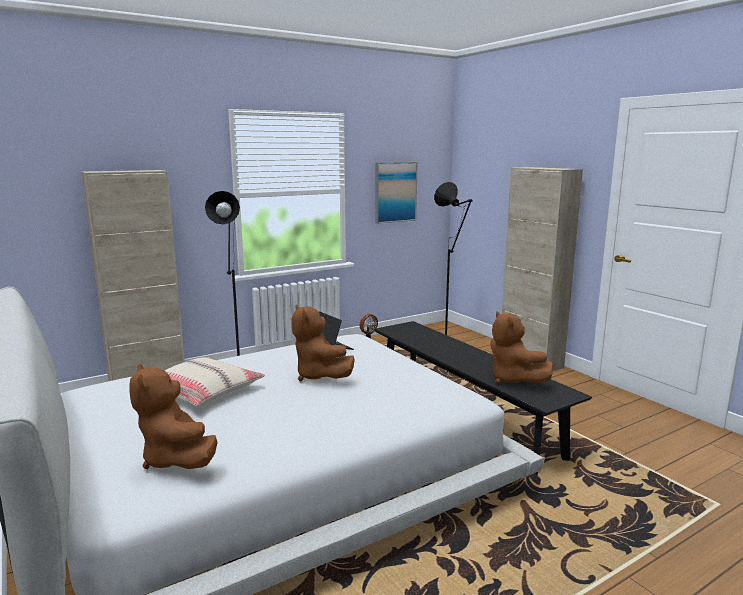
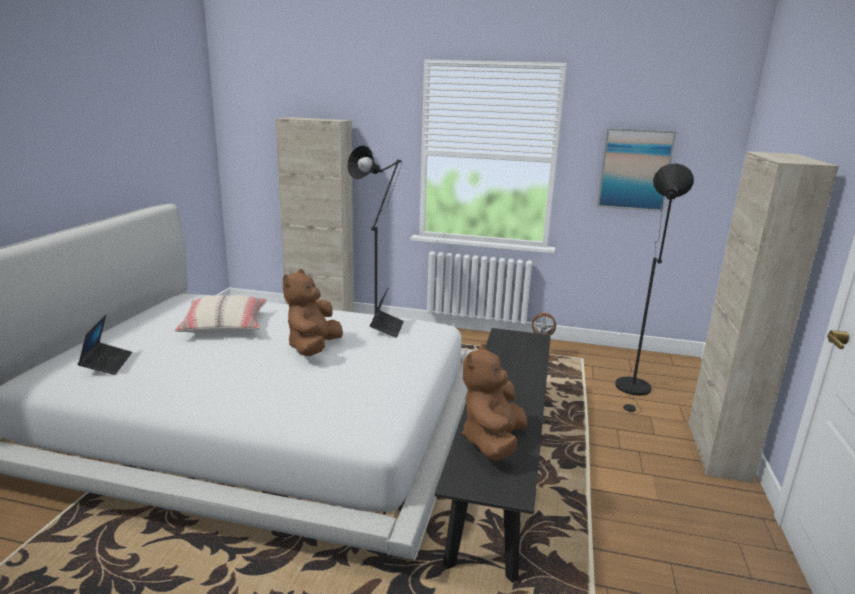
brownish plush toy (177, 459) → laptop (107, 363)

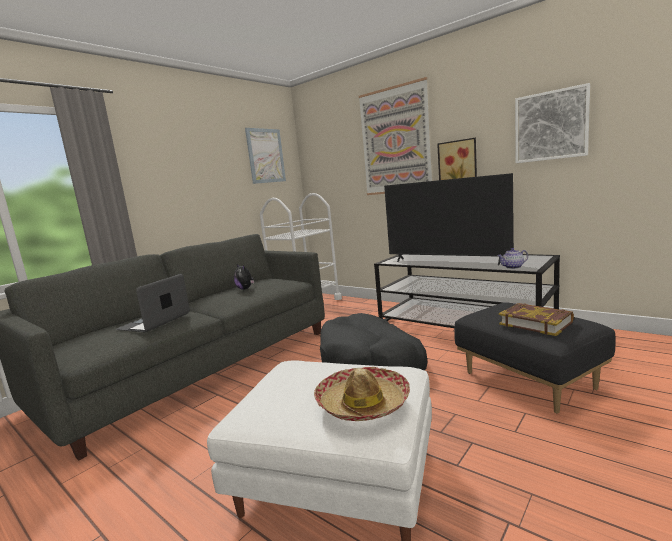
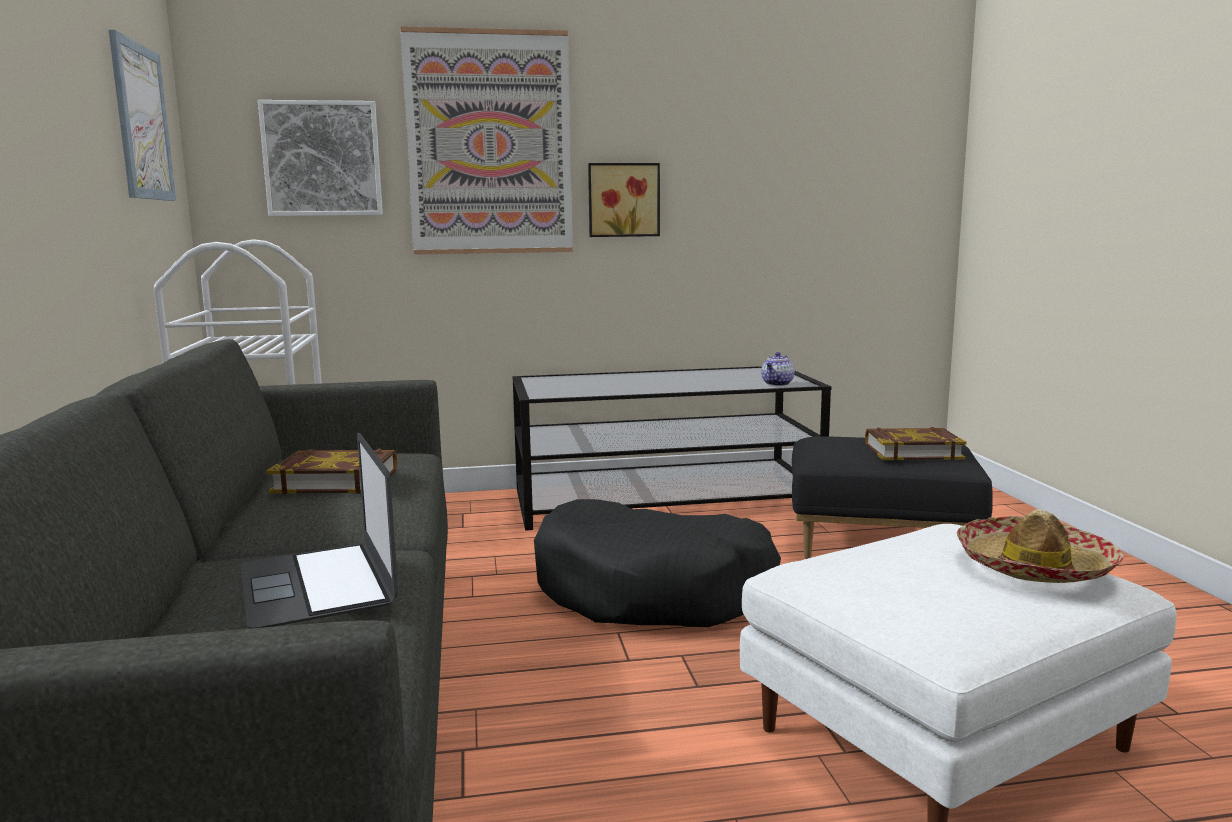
plush toy (245, 289) → bound book (336, 480)
television (446, 261) → -
picture (551, 126) → picture (322, 159), relocated

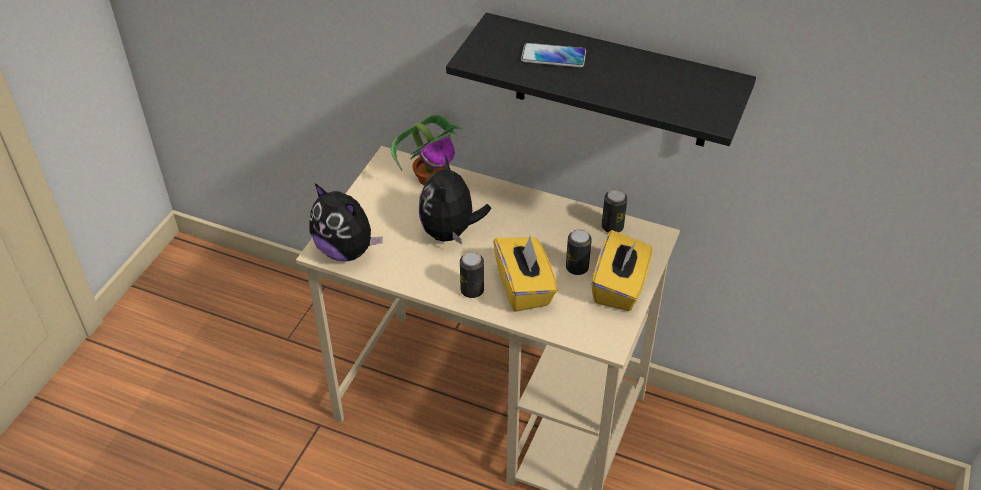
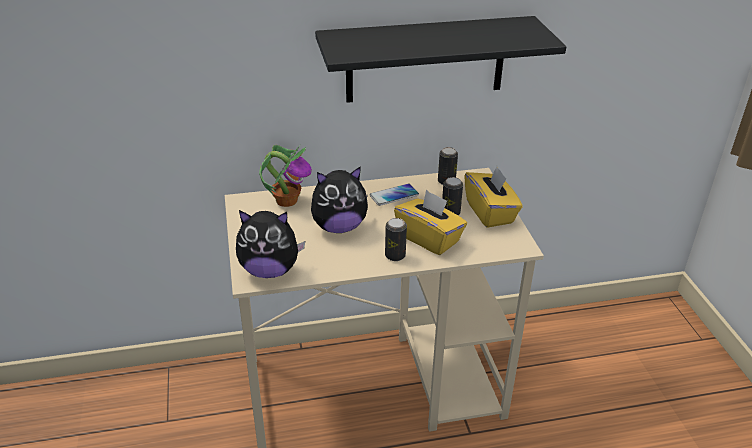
plush toy (450, 232) → plush toy (339, 227), 75 degrees counterclockwise
phone (553, 56) → phone (394, 195), relocated

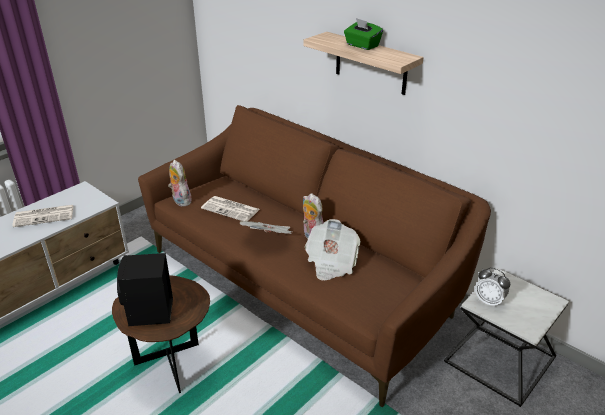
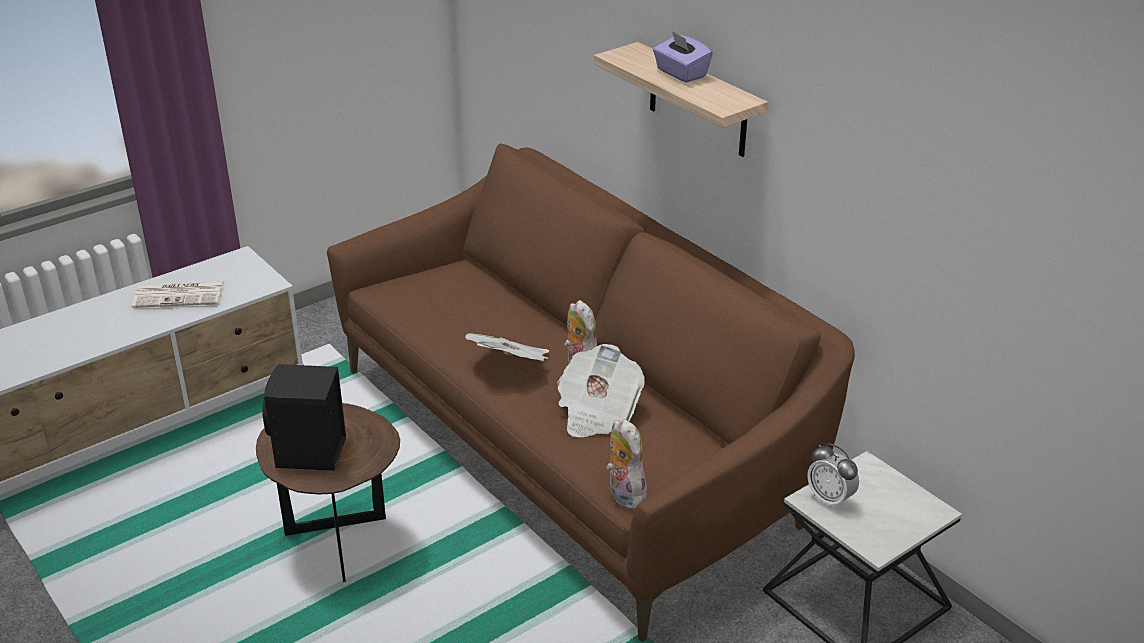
plush toy (180, 201) → plush toy (623, 494), relocated
printed paper (231, 209) → -
green tissue holder (362, 45) → purple tissue holder (680, 73)

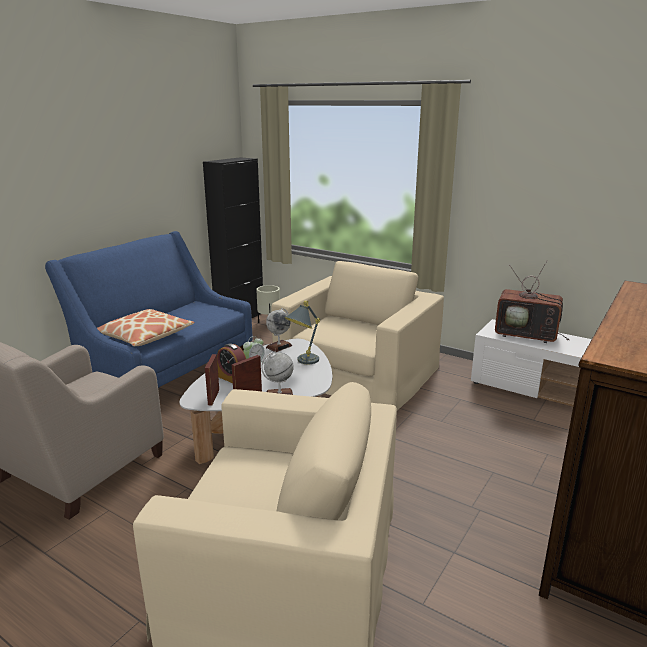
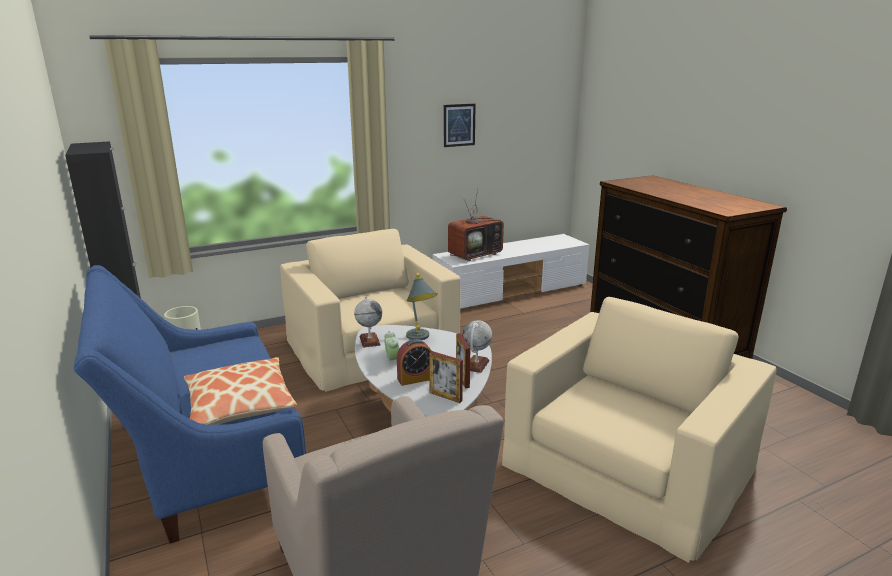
- → picture (459, 125)

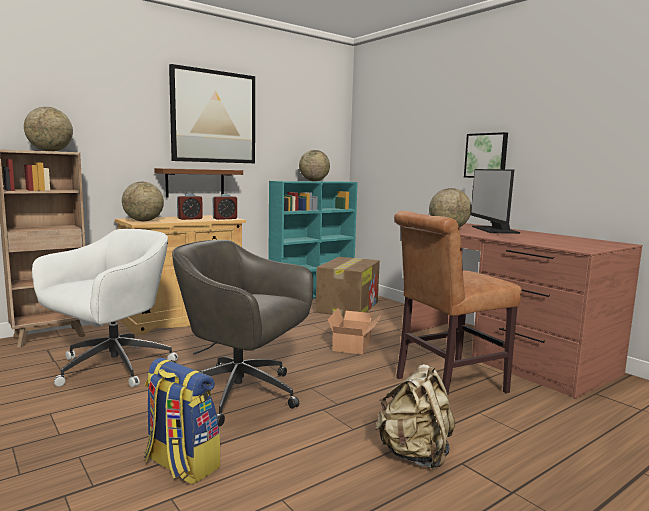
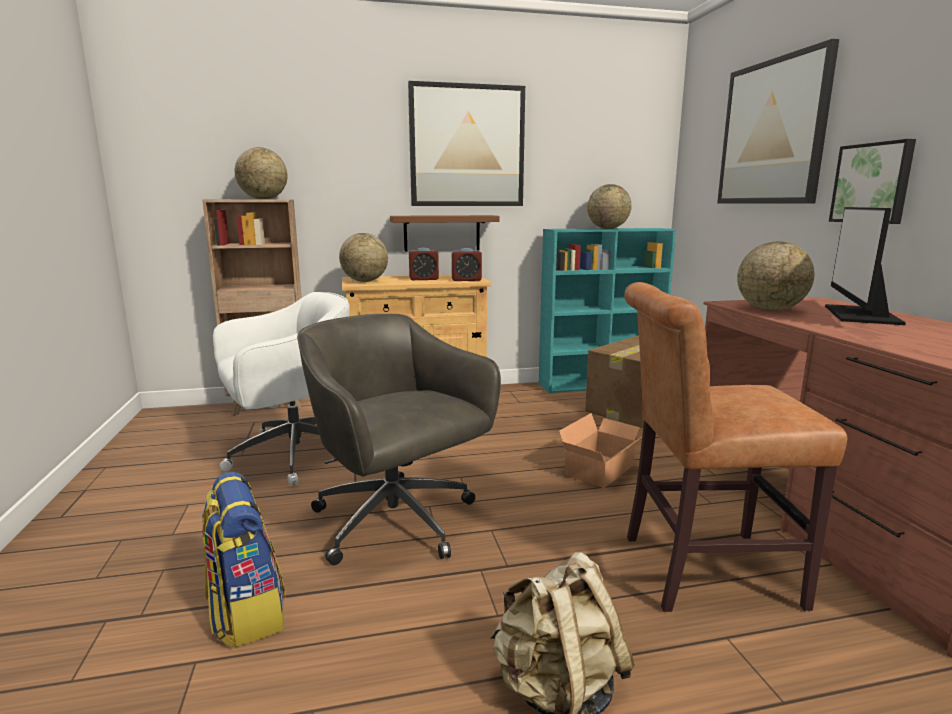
- → picture (772, 133)

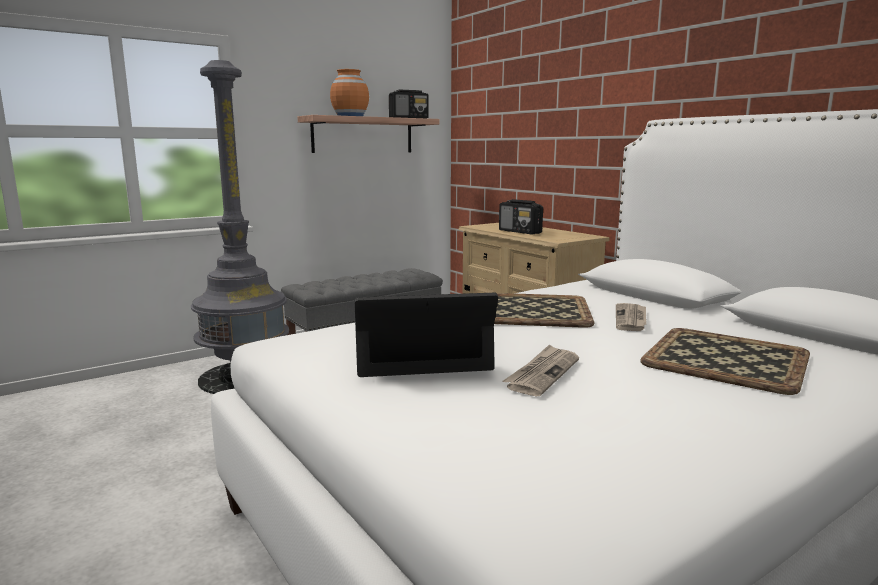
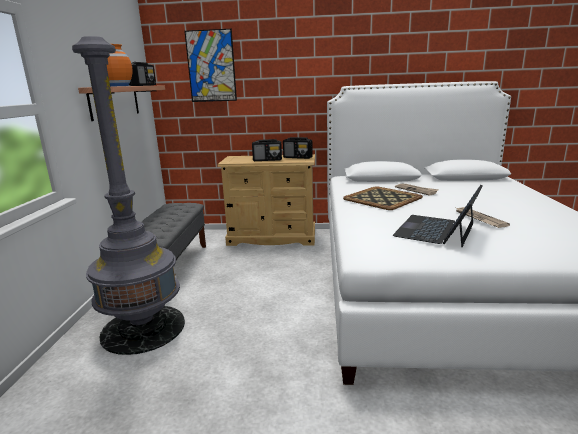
tray (727, 359) → -
- → picture (211, 66)
- → radio (298, 157)

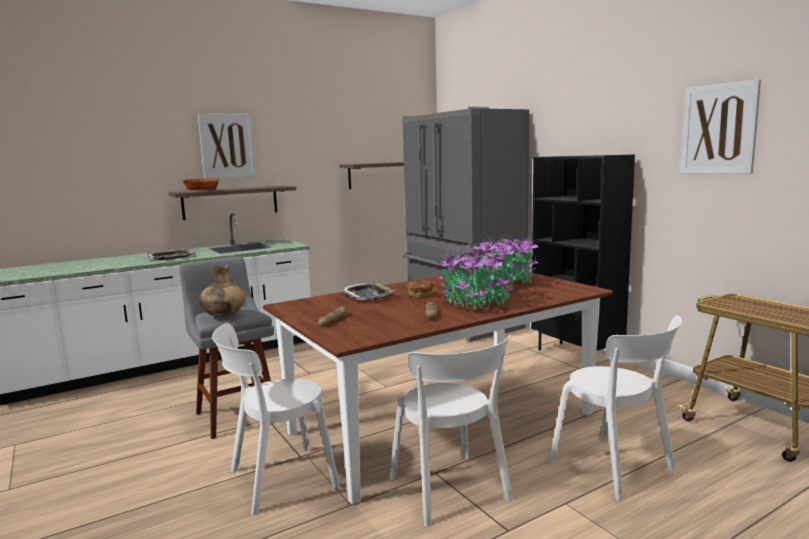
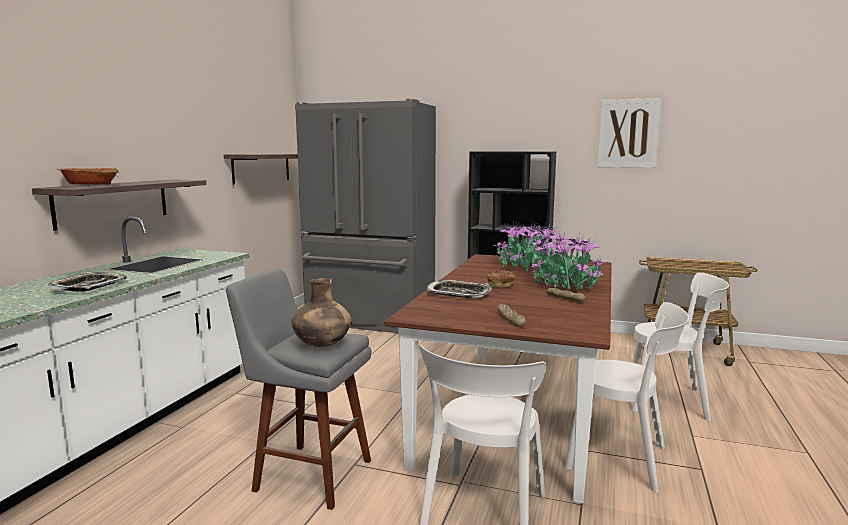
picture (227, 145) → -

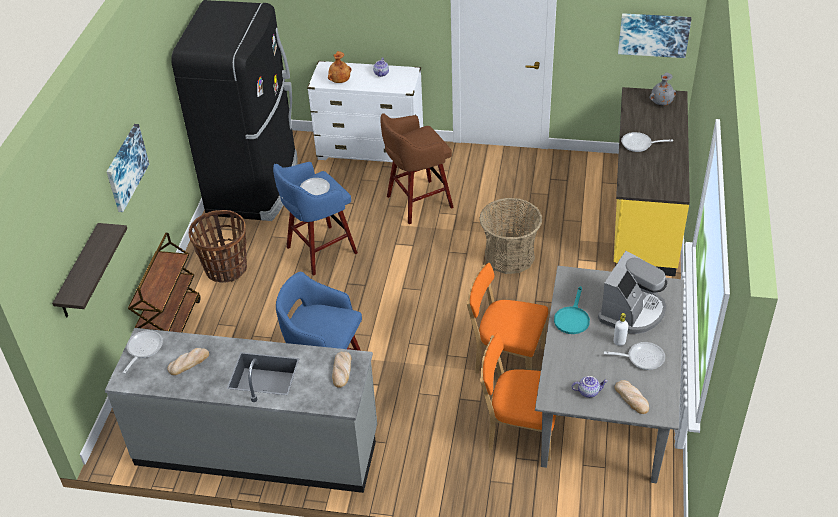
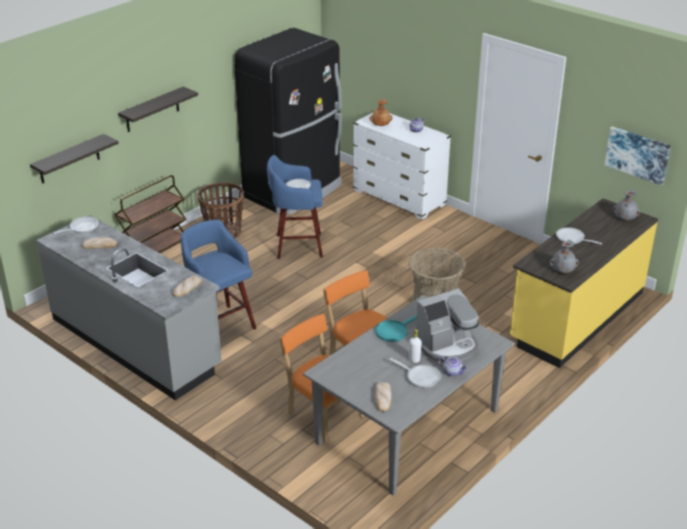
picture (126, 167) → wall shelf (152, 110)
brownish stool (417, 202) → -
tea pot (588, 391) → tea pot (452, 372), relocated
- → greyish flower vase (562, 271)

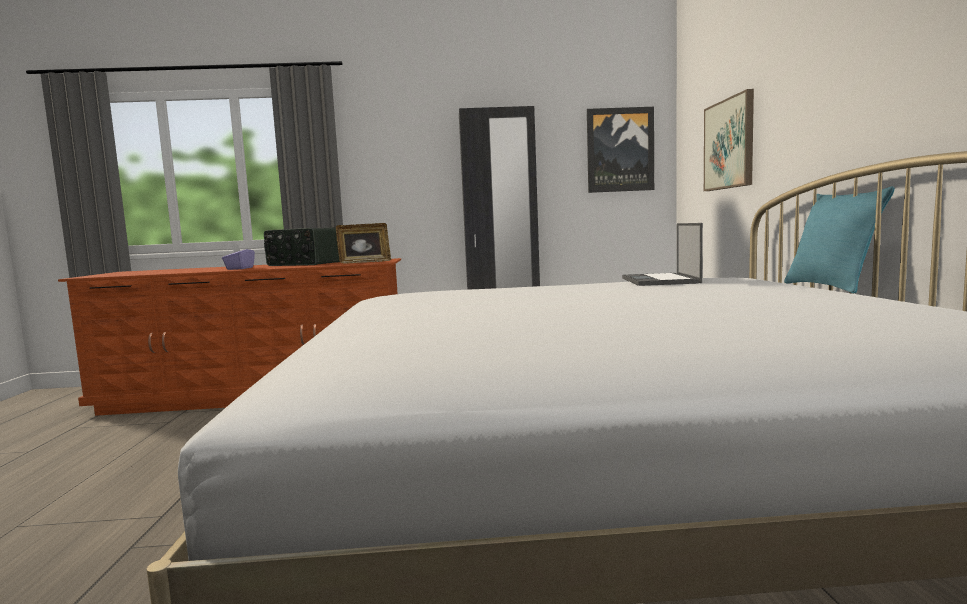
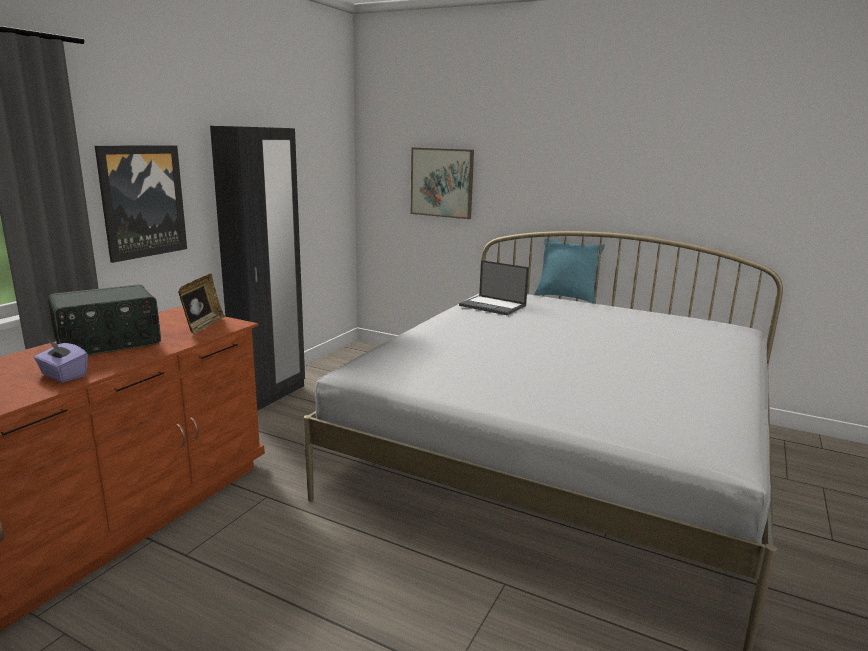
picture (620, 150) → picture (142, 201), relocated

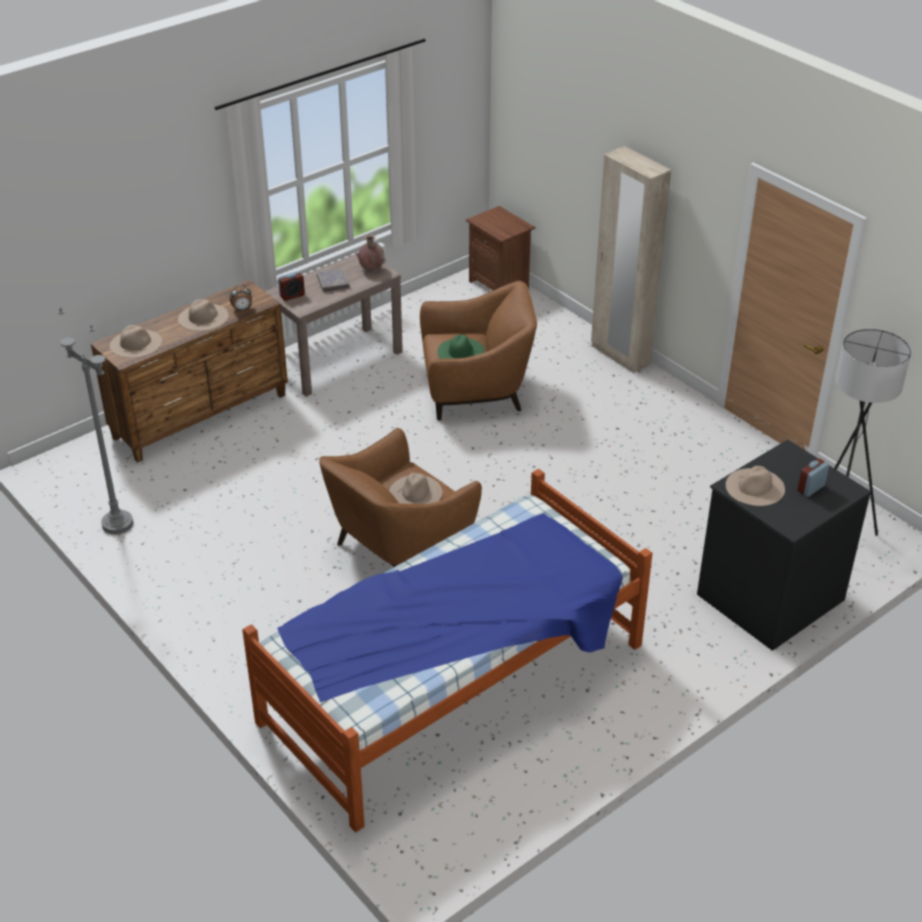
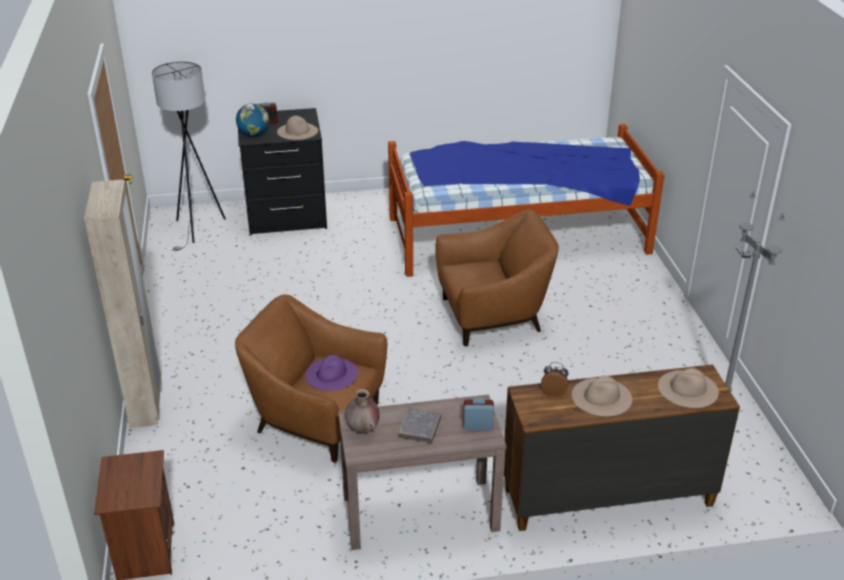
beige-coloured hat (415, 492) → -
green hat (460, 351) → purple hat (331, 374)
- → world globe (253, 135)

